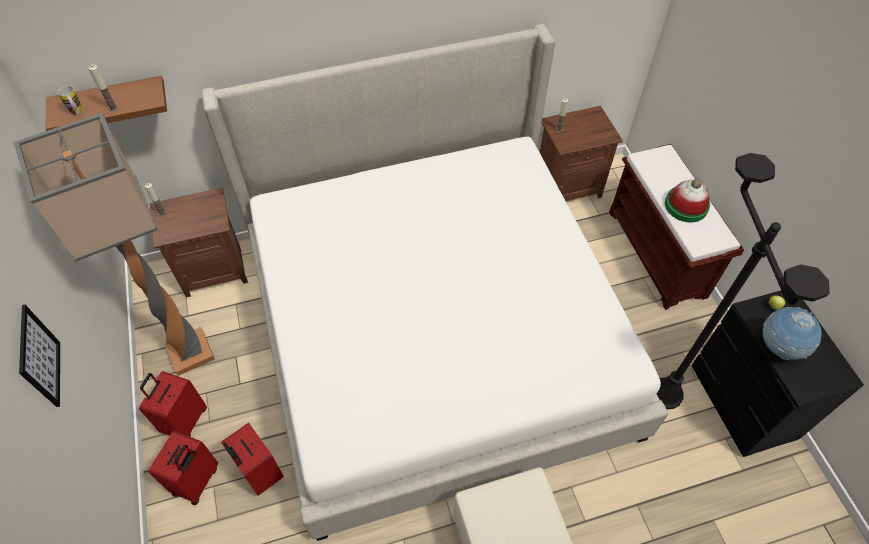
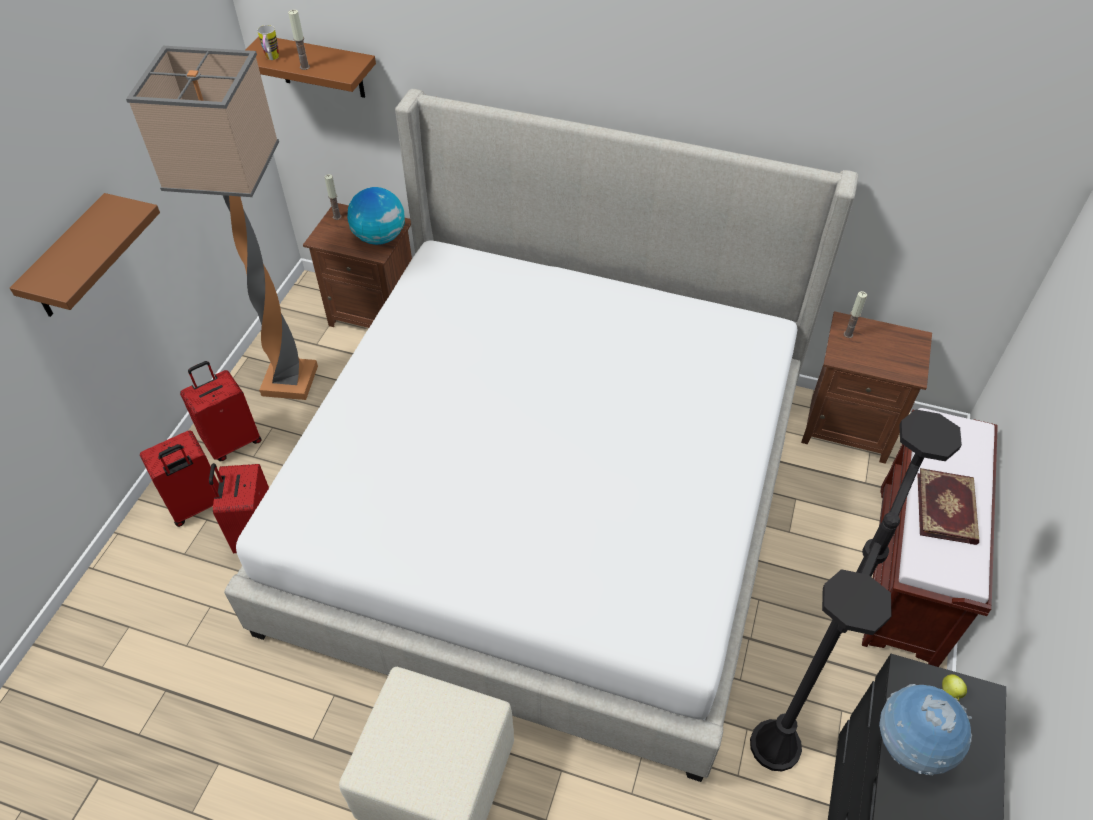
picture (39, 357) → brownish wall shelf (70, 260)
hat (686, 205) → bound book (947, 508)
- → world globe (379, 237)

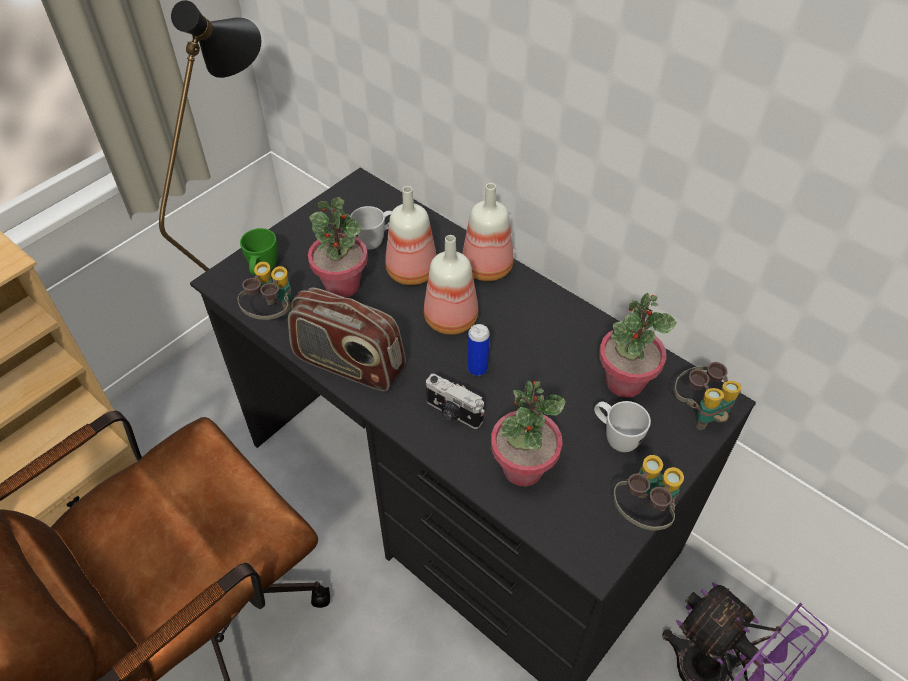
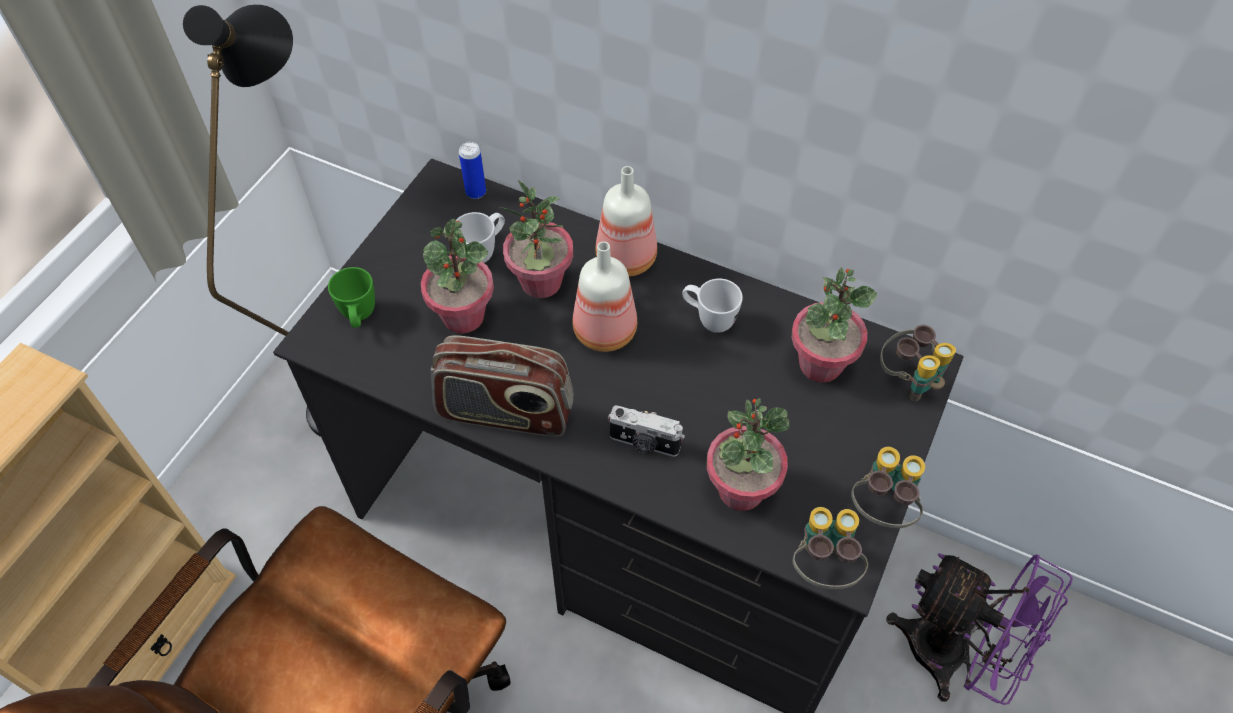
binoculars (272, 315) → binoculars (823, 566), relocated
bottle (412, 272) → houseplant (541, 282)
can (477, 369) → can (476, 192), relocated
whitish coffee mug (615, 437) → whitish coffee mug (708, 319), relocated

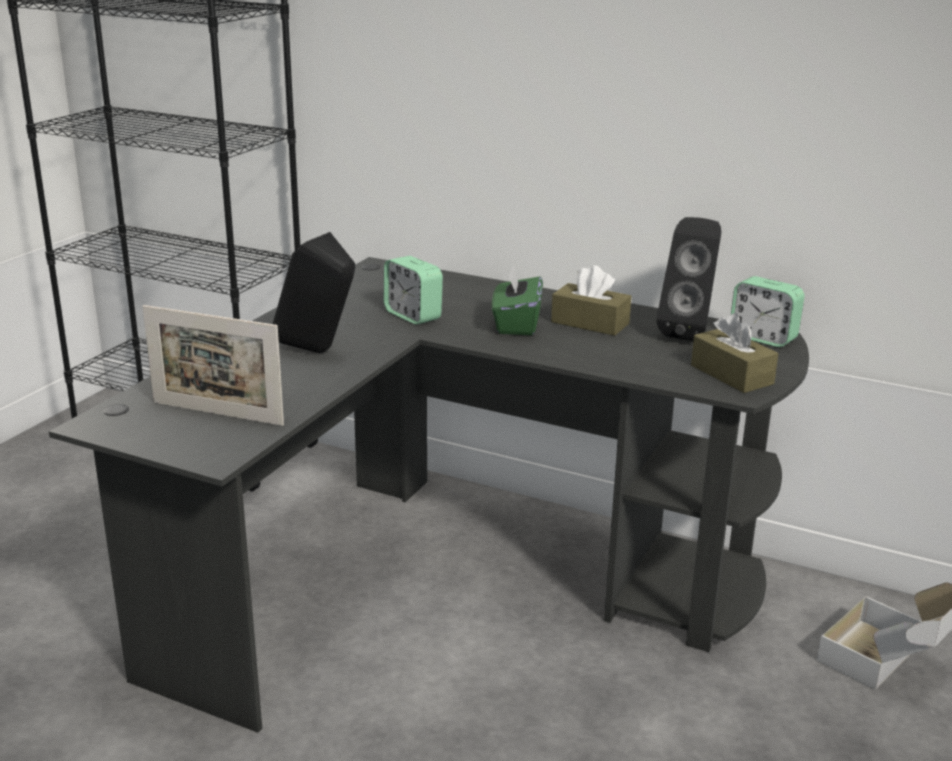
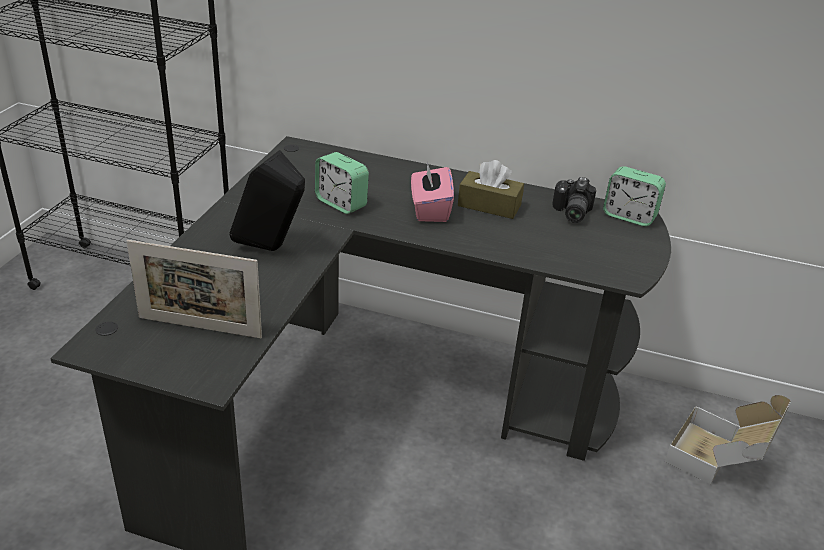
green tissue holder (516, 324) → pink tissue holder (430, 209)
black loudspeaker (689, 332) → still camera (570, 212)
brownish tissue holder (731, 374) → -

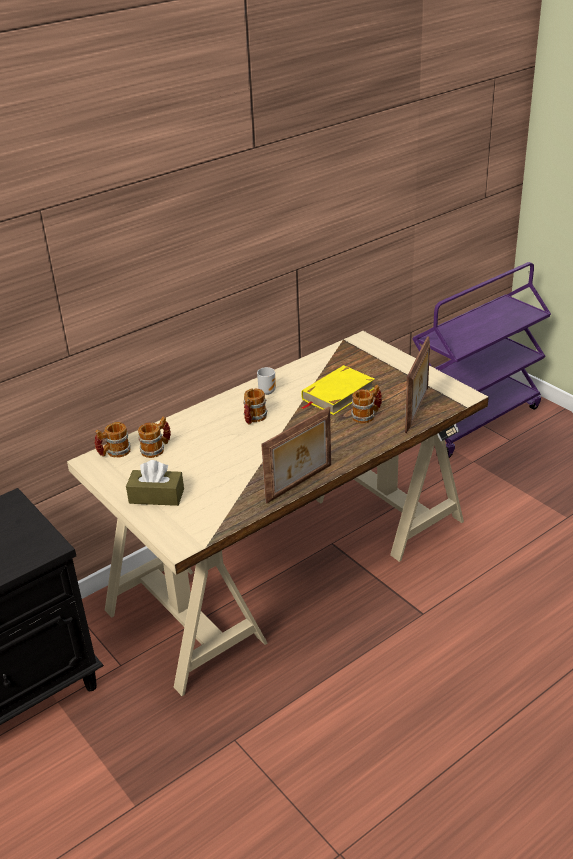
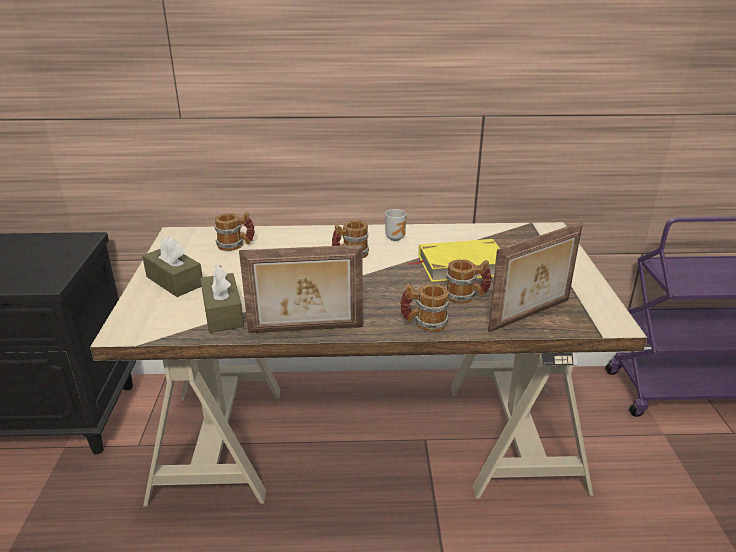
coffee mug (114, 453) → coffee mug (424, 323), relocated
- → brownish tissue holder (223, 313)

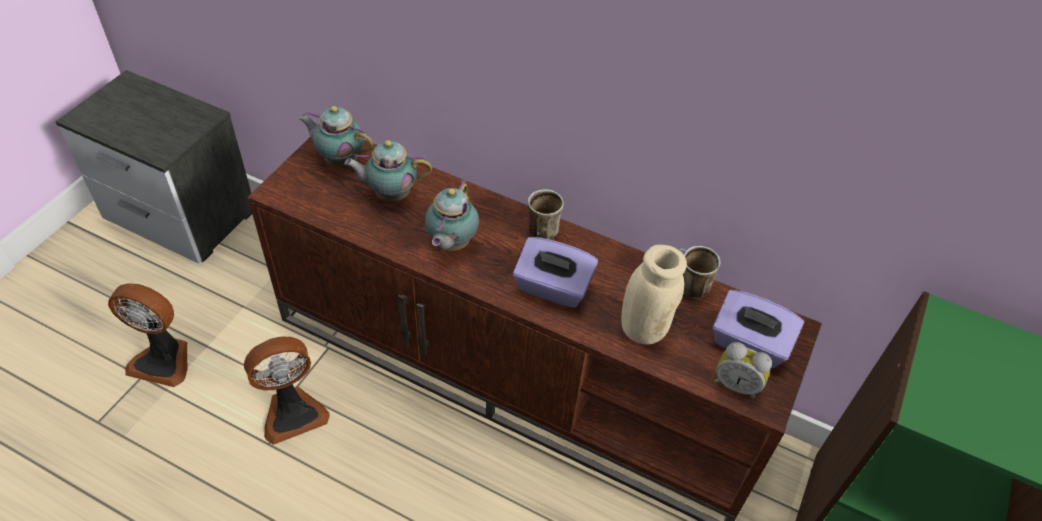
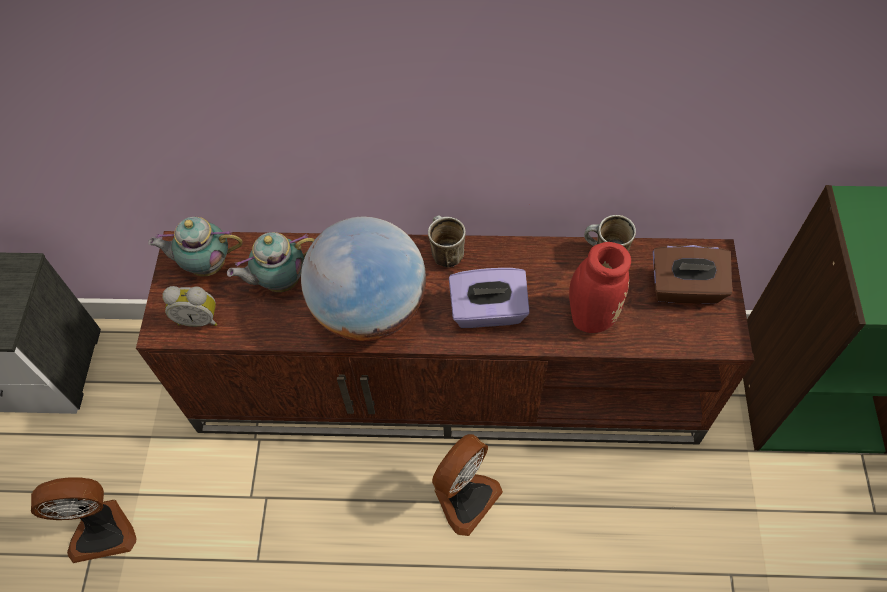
cooling fan (293, 412) → cooling fan (463, 496), relocated
tea pot (451, 244) → world globe (369, 309)
beige-coloured flower vase (642, 327) → red flower vase (588, 314)
purple tissue holder (749, 344) → brownish tissue holder (685, 289)
alarm clock (736, 384) → alarm clock (199, 318), relocated

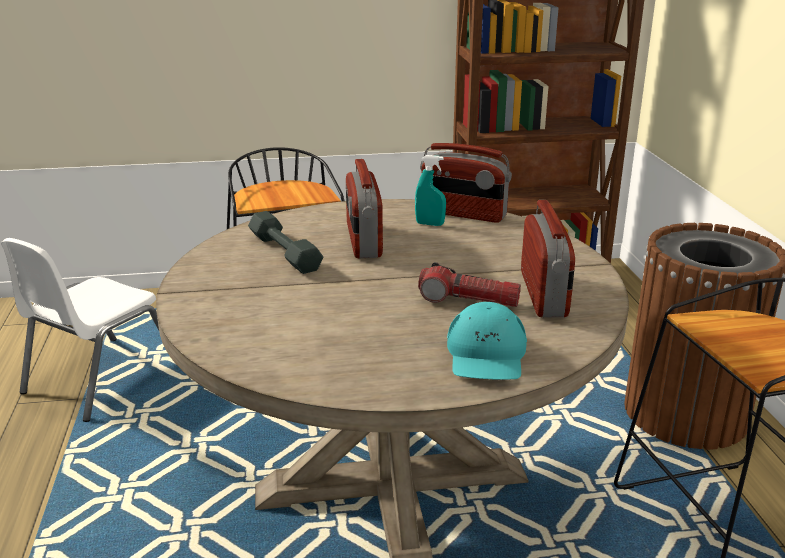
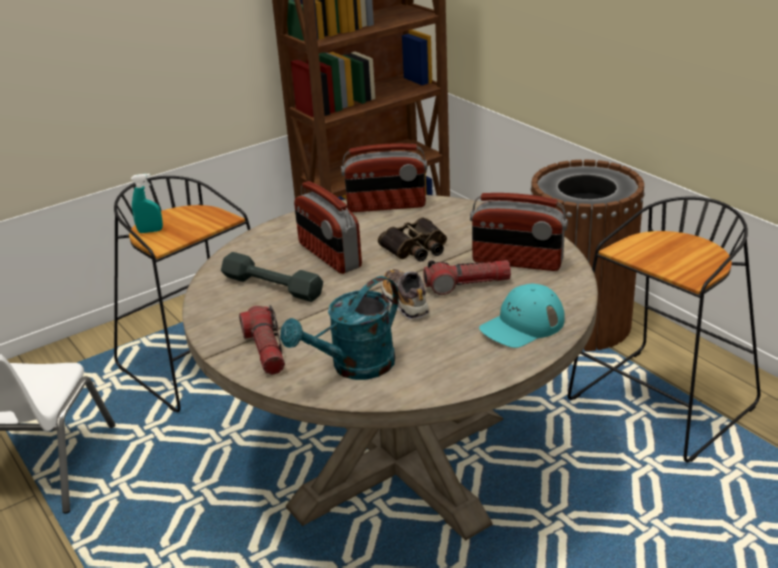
turquoise-coloured hand sprayer (430, 224) → turquoise-coloured hand sprayer (150, 231), relocated
turquoise-coloured cap (486, 355) → turquoise-coloured cap (522, 325), 75 degrees clockwise
radio (544, 294) → radio (517, 262), 135 degrees clockwise
- → torch (266, 350)
- → turquoise-coloured watering can (354, 367)
- → binoculars (416, 248)
- → low shoe (404, 302)

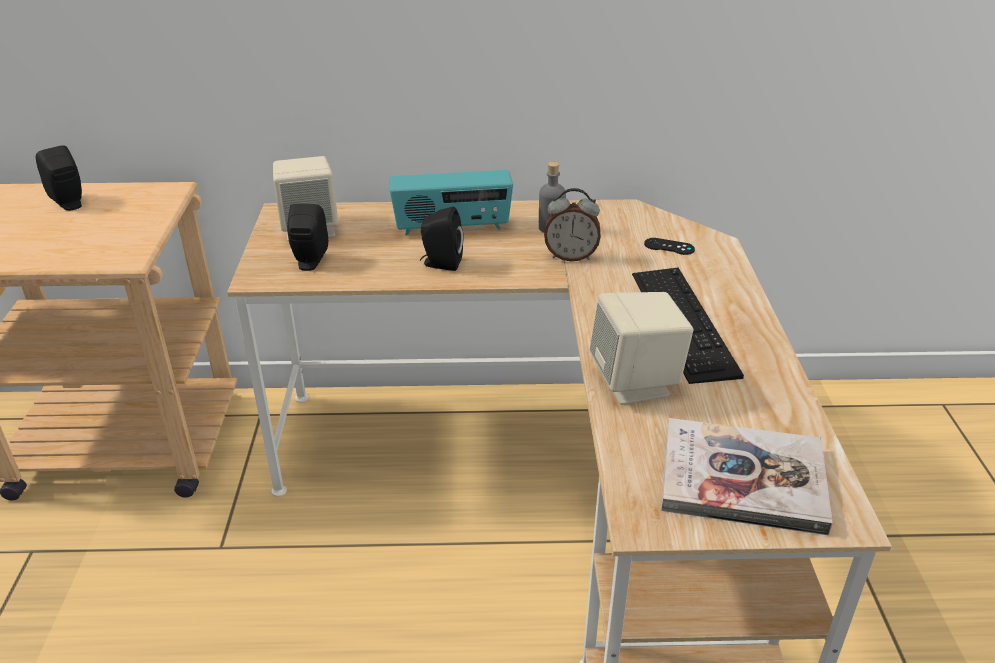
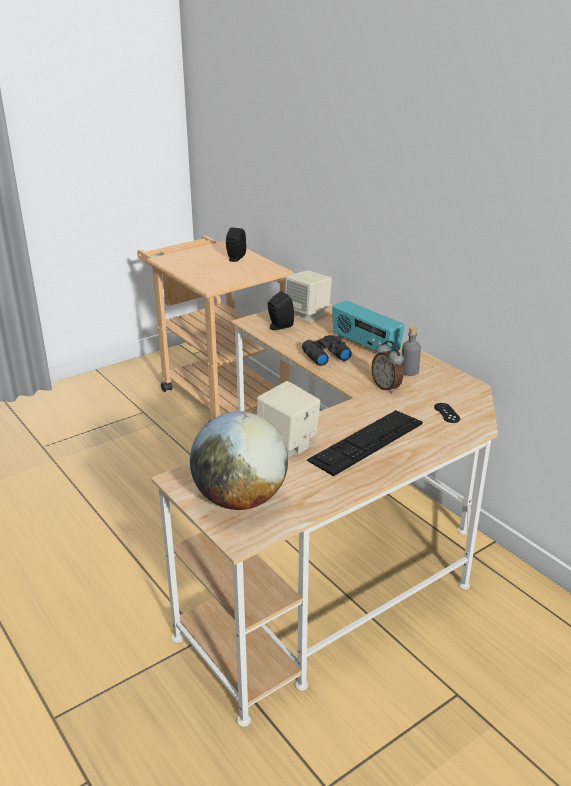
black loudspeaker (440, 263) → black binoculars (325, 356)
bound book (742, 479) → world globe (240, 499)

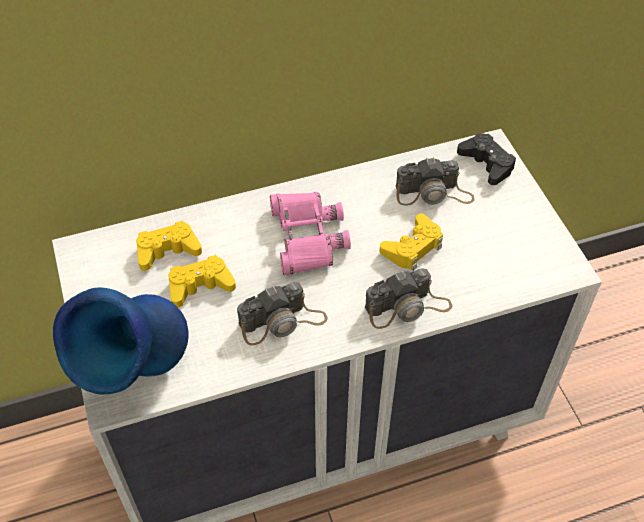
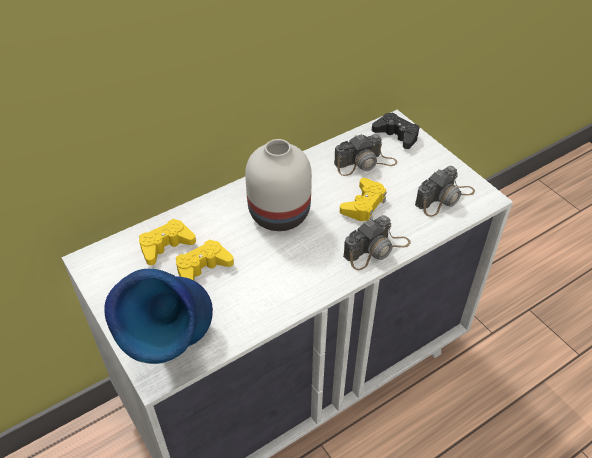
still camera (282, 322) → still camera (444, 198), relocated
pink binoculars (306, 237) → whitish flower vase (277, 213)

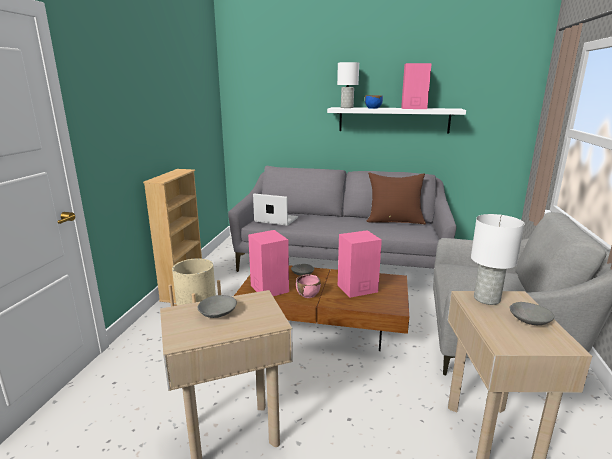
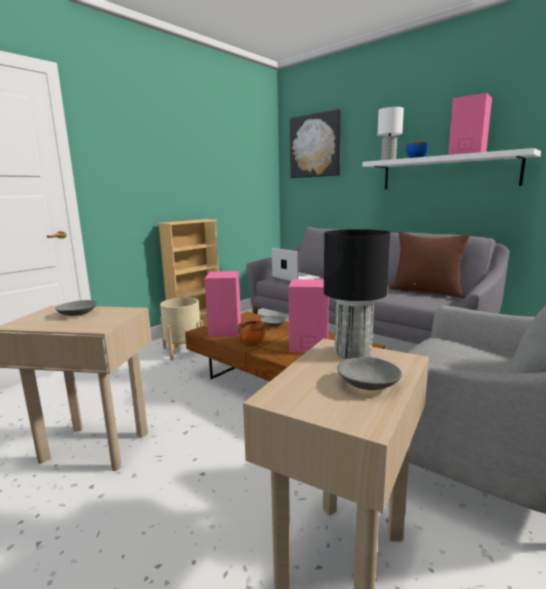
pink serving bowl (308, 294) → orange-coloured serving bowl (252, 342)
whitish lamp for a table (486, 298) → black lamp for a table (353, 352)
- → picture (315, 146)

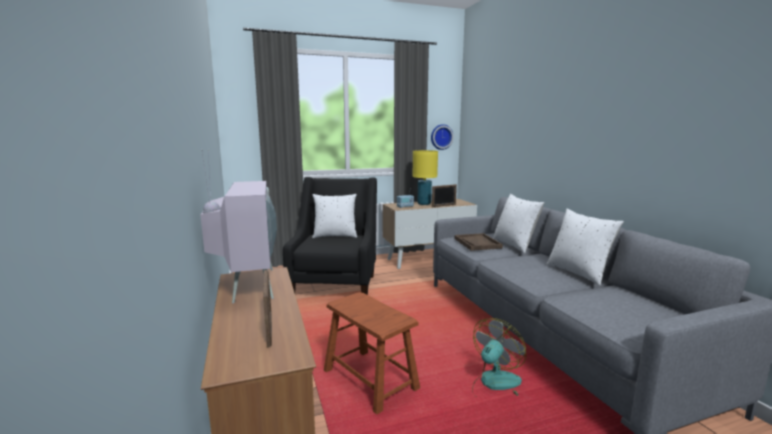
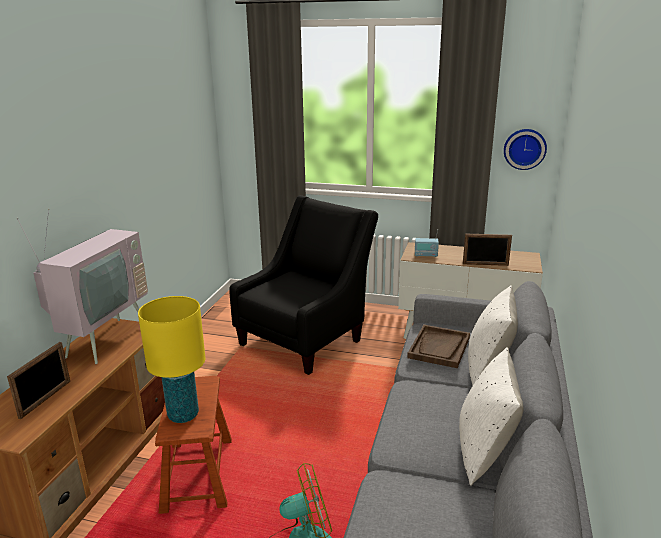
whitish pillow (335, 236) → -
yellow lamp for a table (424, 204) → yellow lamp for a table (183, 415), relocated

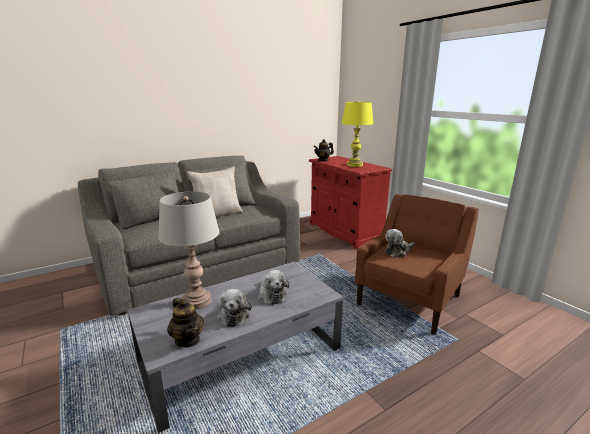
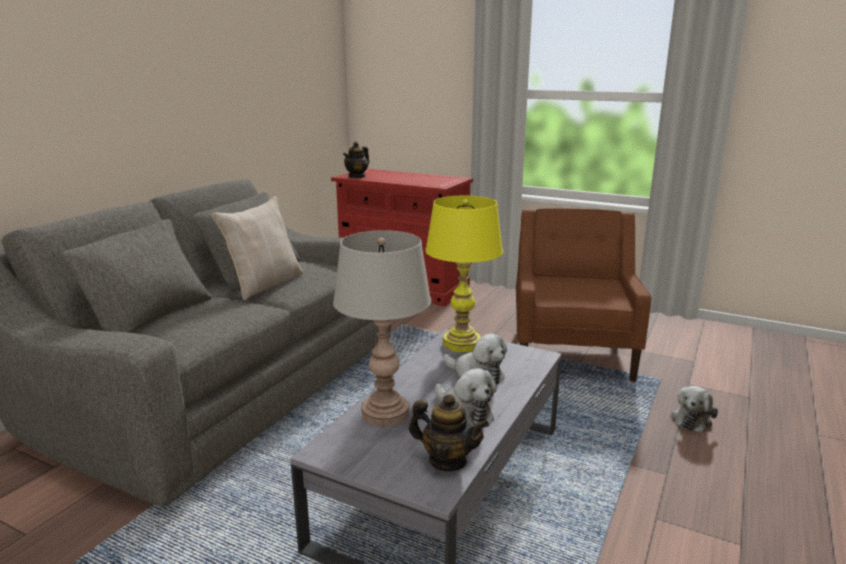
yellow lamp for a table (354, 165) → yellow lamp for a table (461, 344), relocated
plush toy (398, 252) → plush toy (692, 419), relocated

